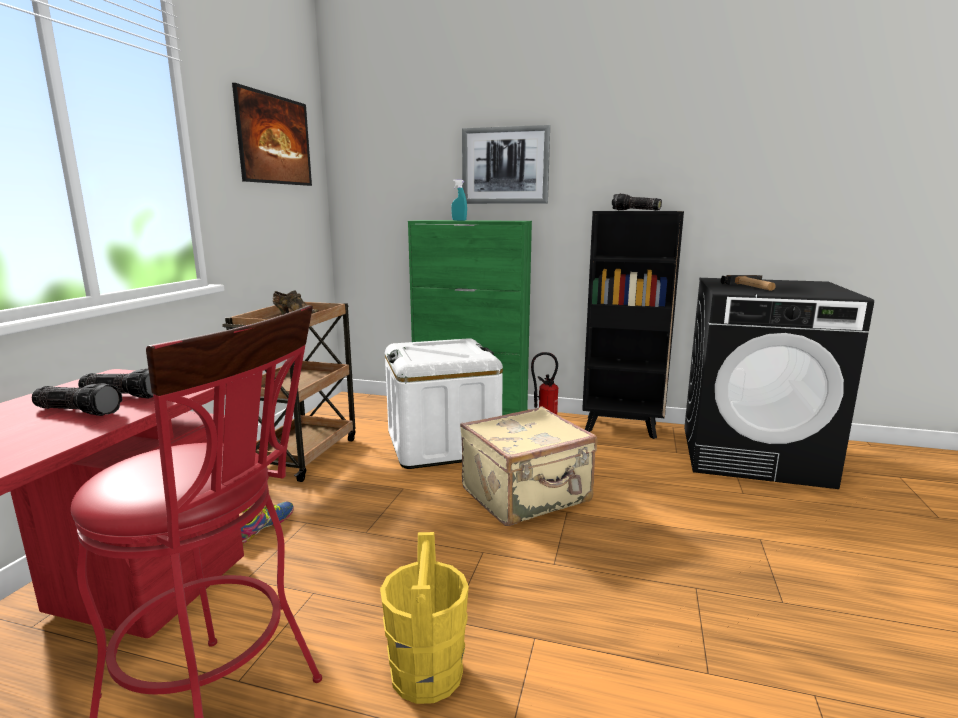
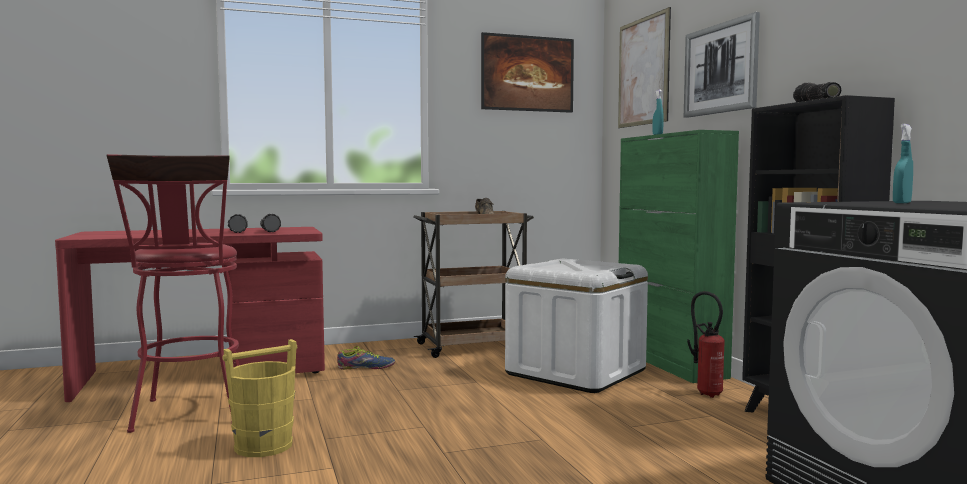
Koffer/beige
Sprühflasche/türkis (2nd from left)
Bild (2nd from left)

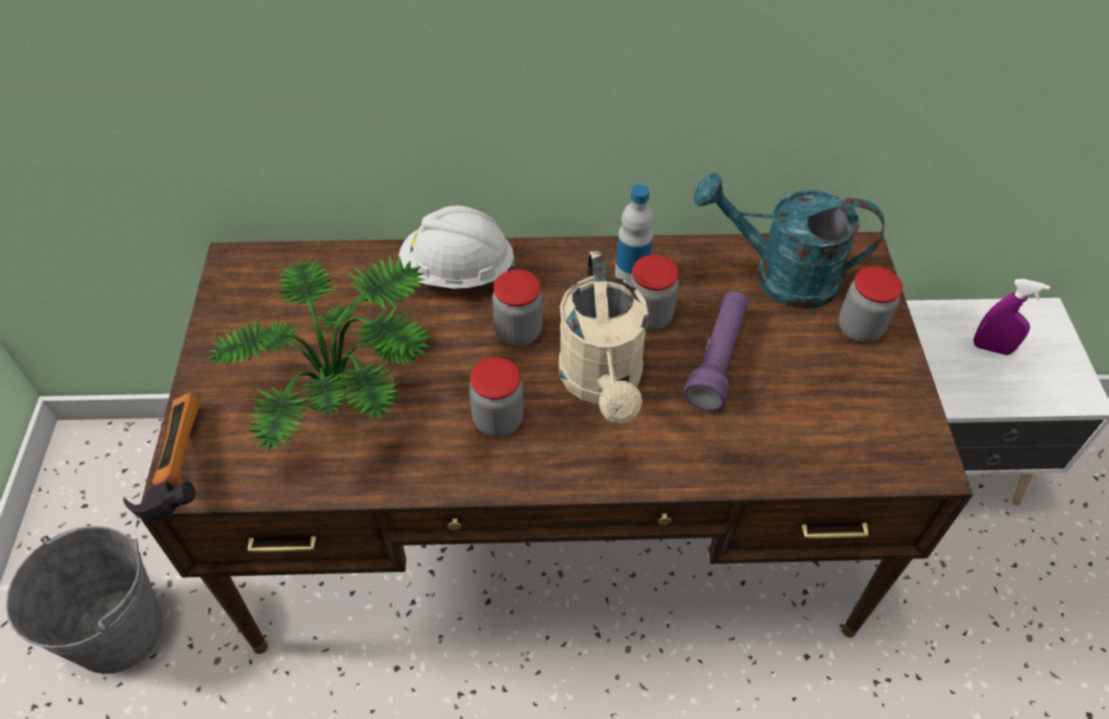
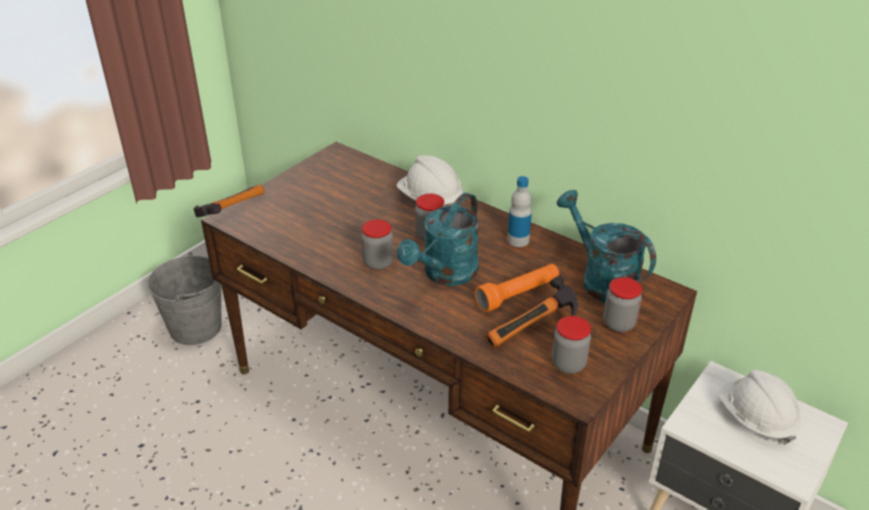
Topfpflanze
Gießkanne/türkis (1st from left)
Vorratsglas (3rd from left)
Taschenlampe/orange
Schutzhelm/weiß (2nd from left)
Hammer (2nd from left)

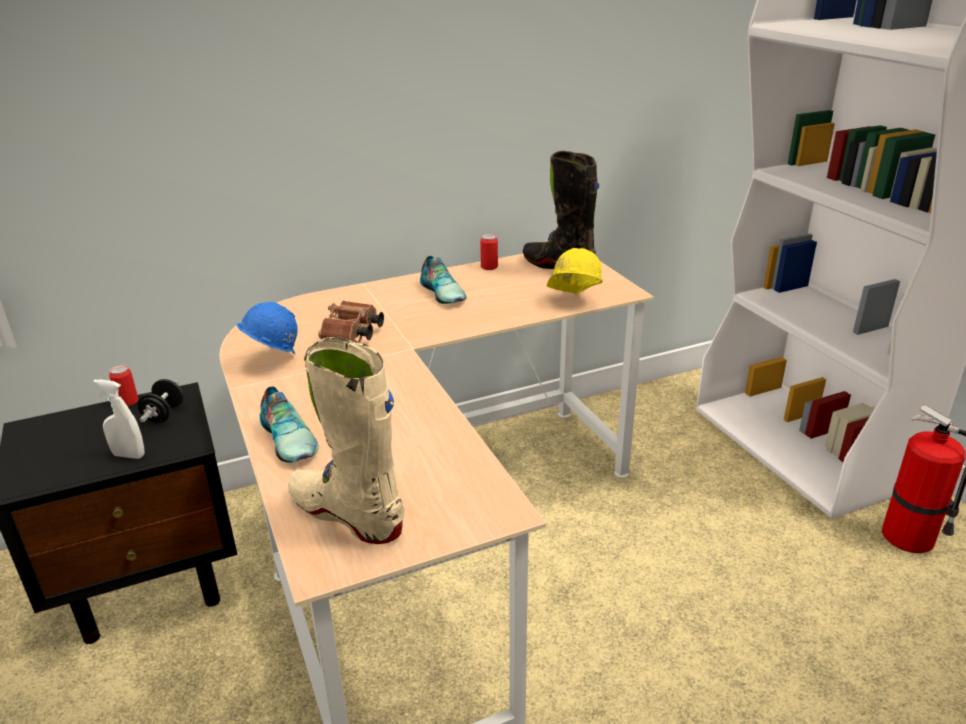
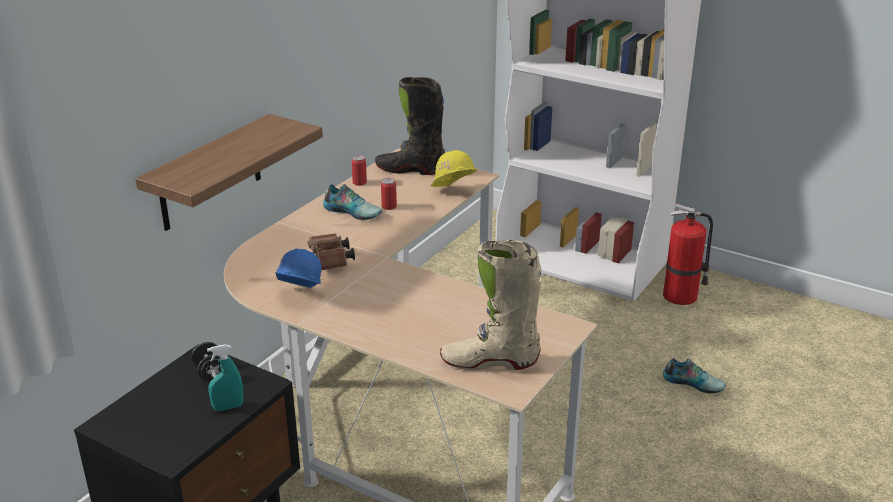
Sprühflasche/türkis
Dose (2nd from left)
Schuh (2nd from left)
Wandregal

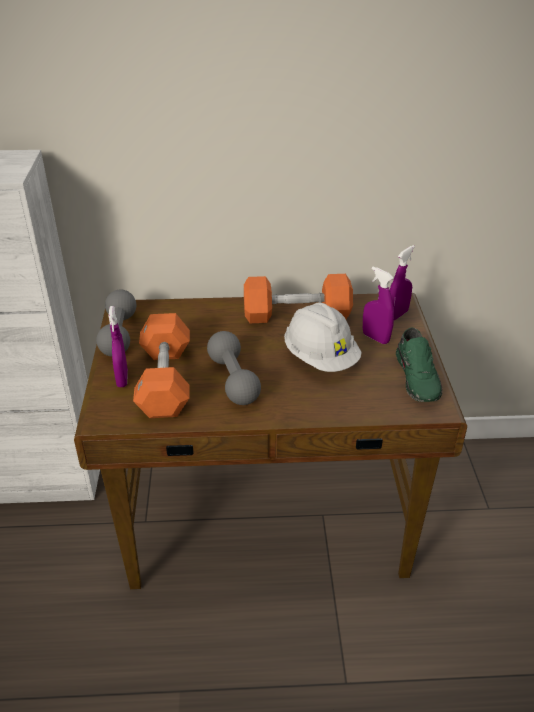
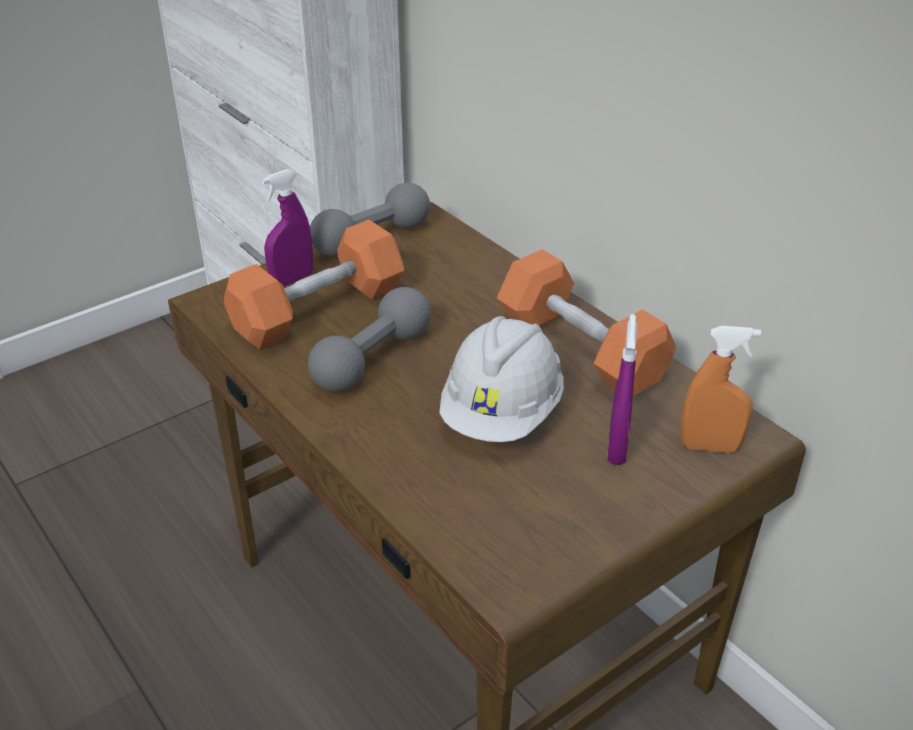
Sprühflasche/orange
Schuh/grün

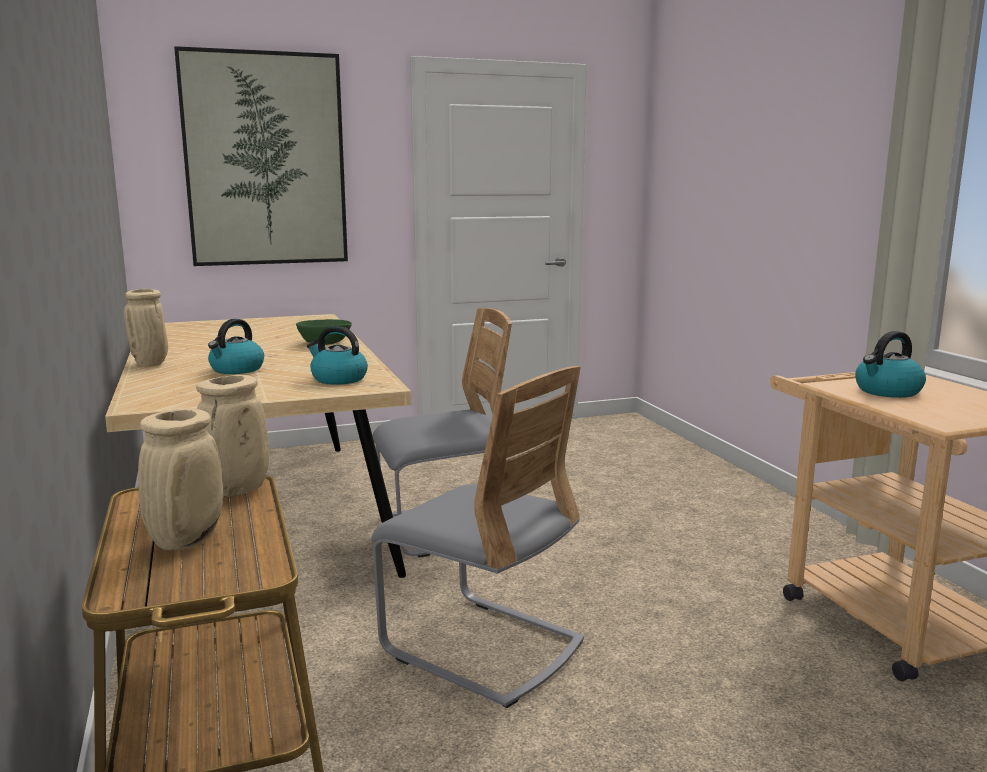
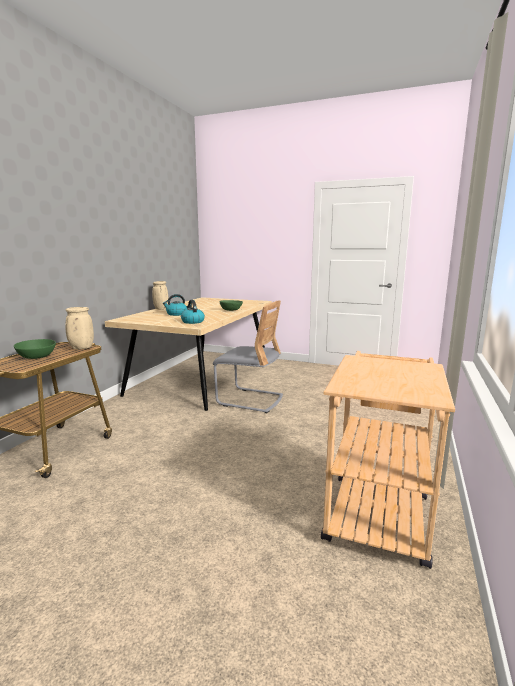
Schüssel/grün (1st from left)
Bild
Stuhl/grau (2nd from left in the first image)
Wasserkessel (3rd from left in the first image)

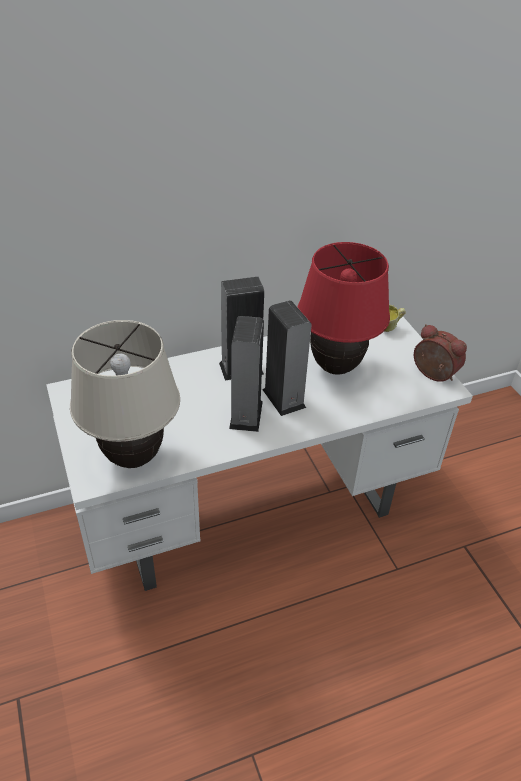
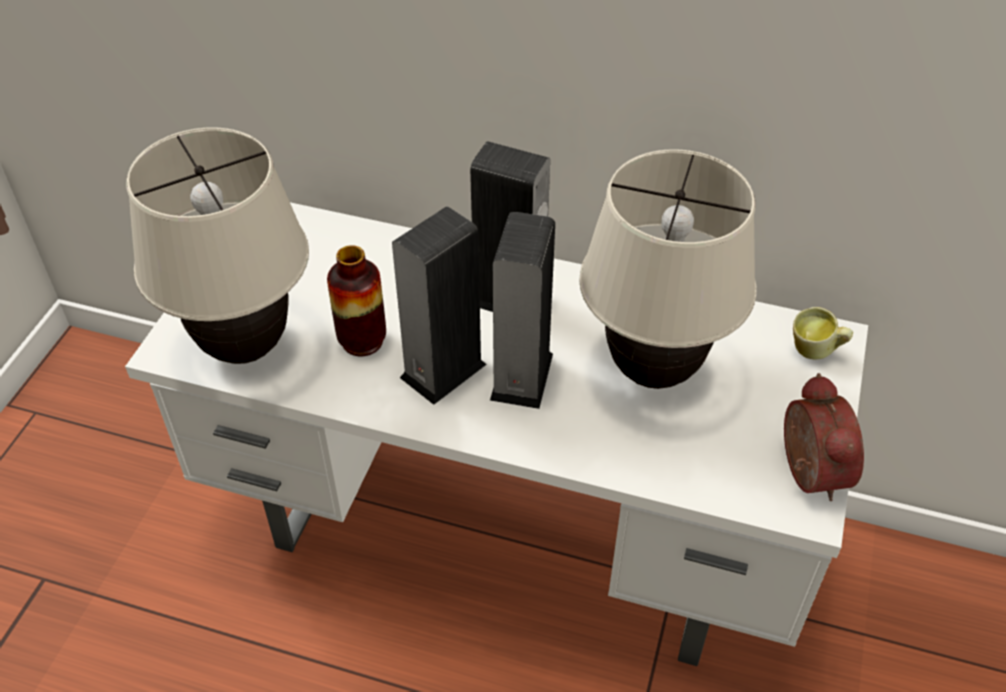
Tischlampe/beige (2nd from left)
Vase

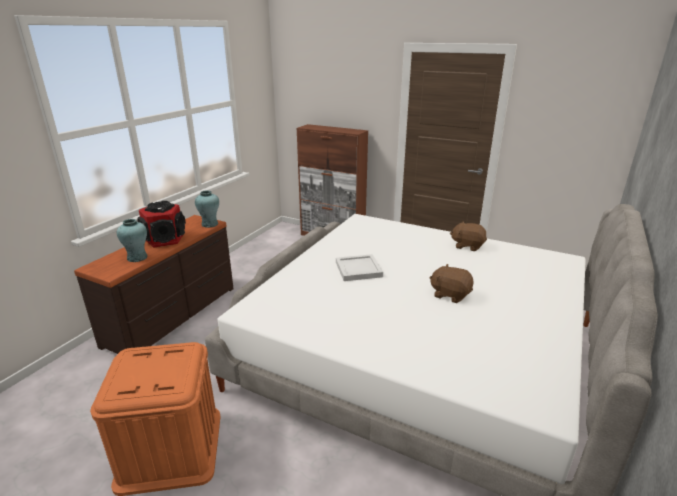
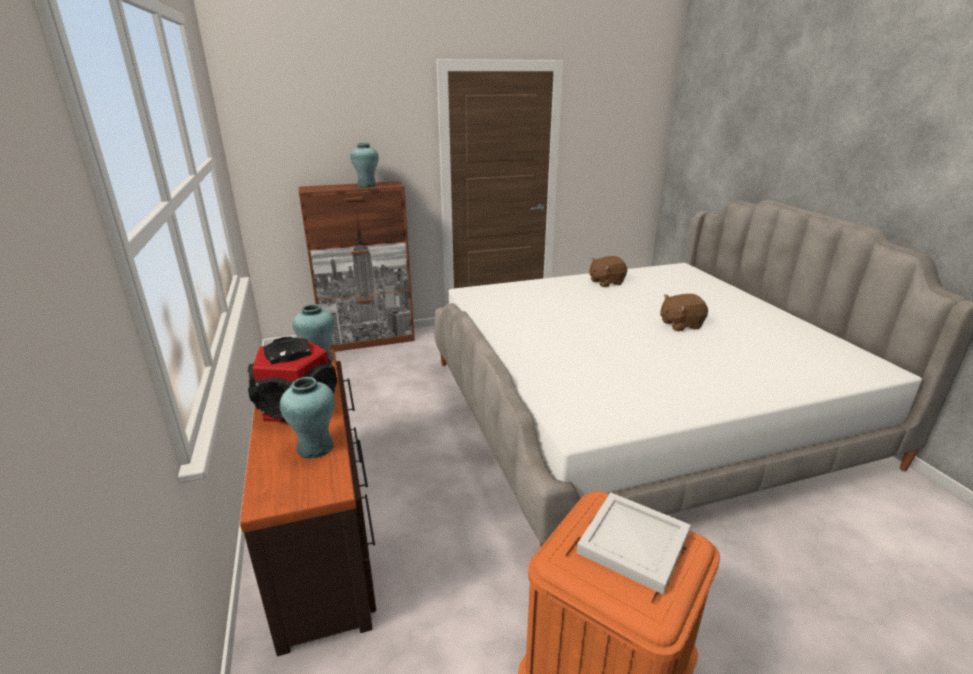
Tablett/weiß
Vase/türkis (3rd from left)

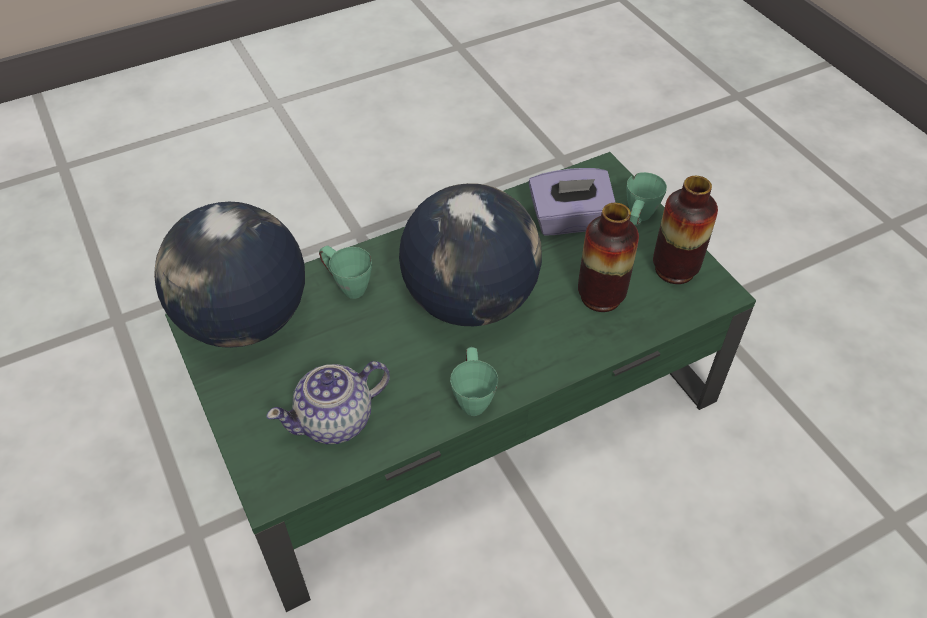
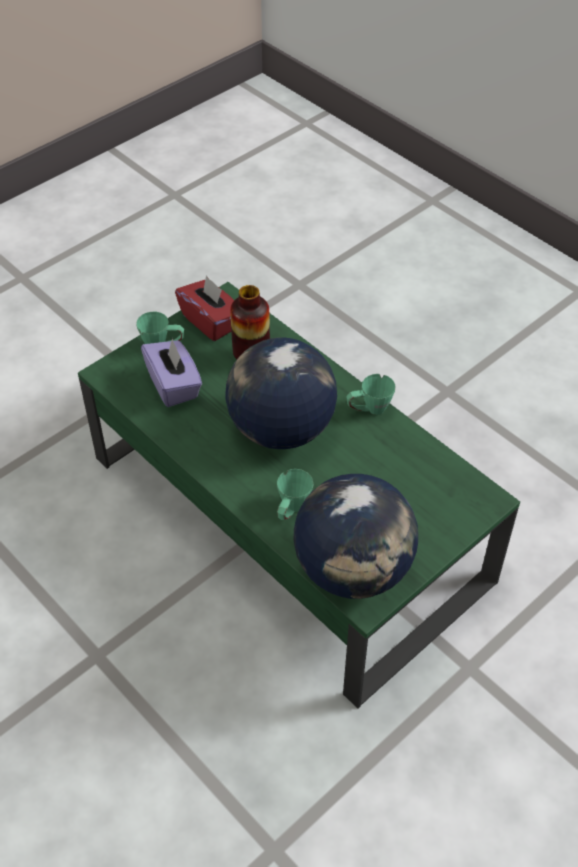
Teekanne
Taschentuchbox/rot

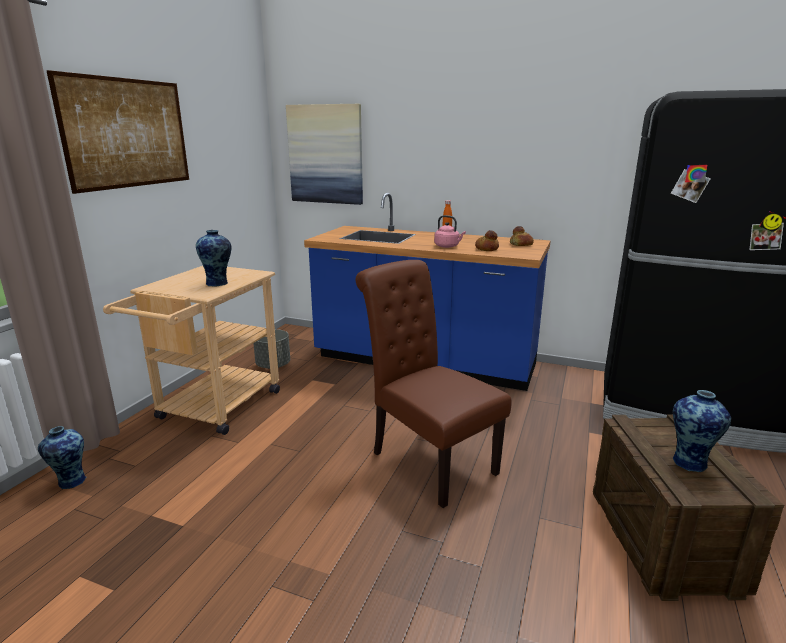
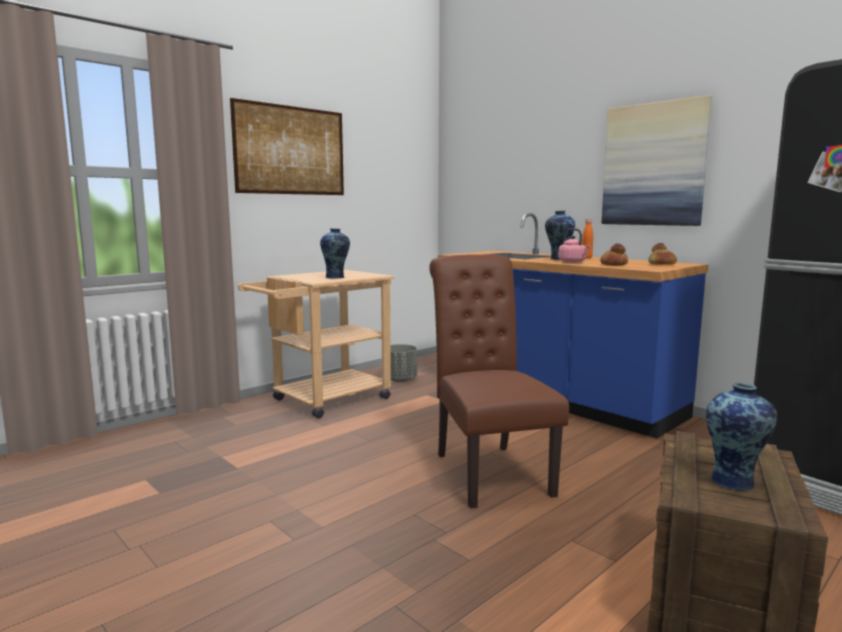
Vase (2nd from left)
Bild (2nd from left)

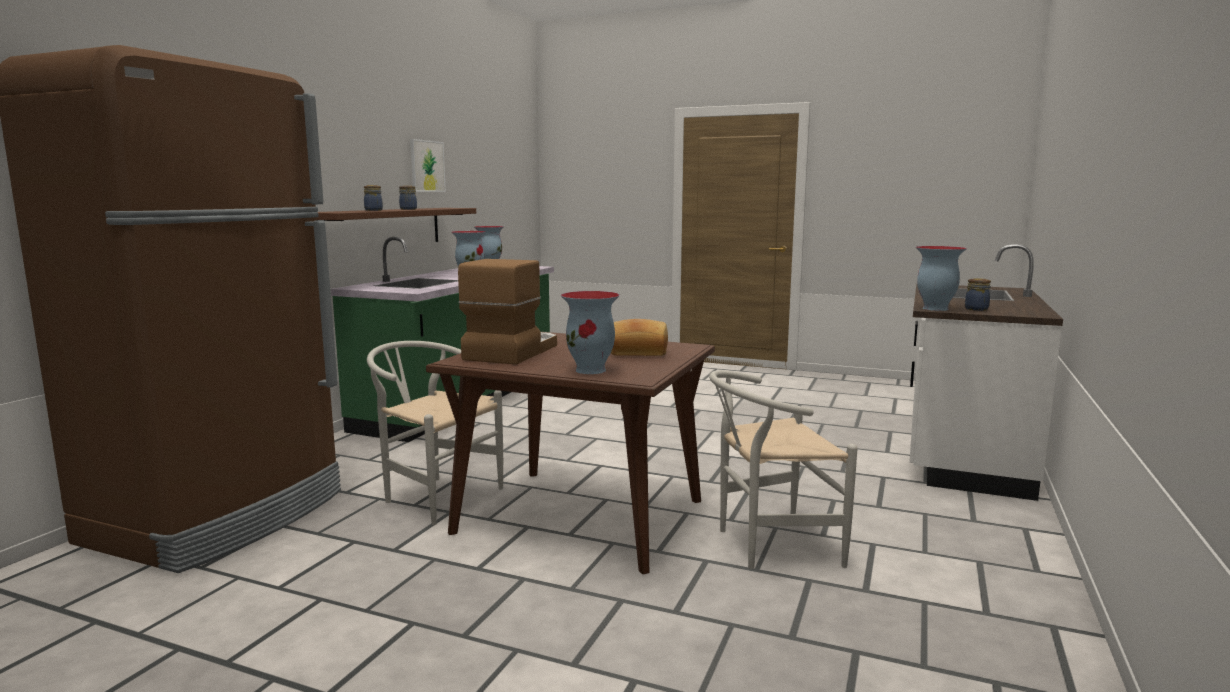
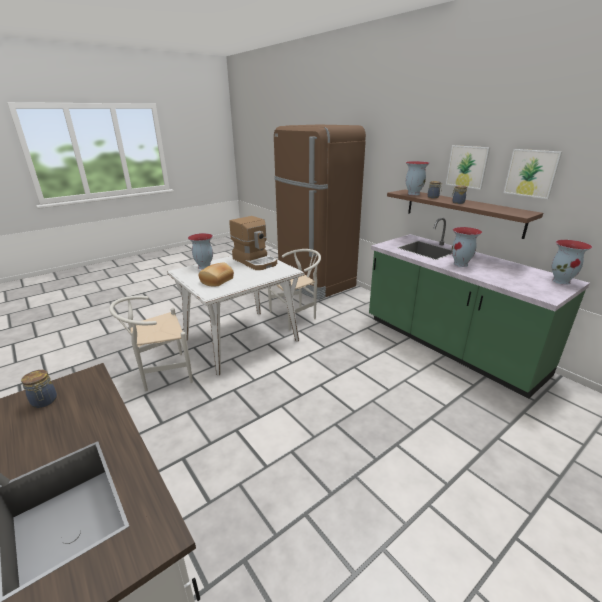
Esstisch/weiß
Stuhl/weiß (1st from left)
Vase (2nd from left)
Bild (1st from left)

